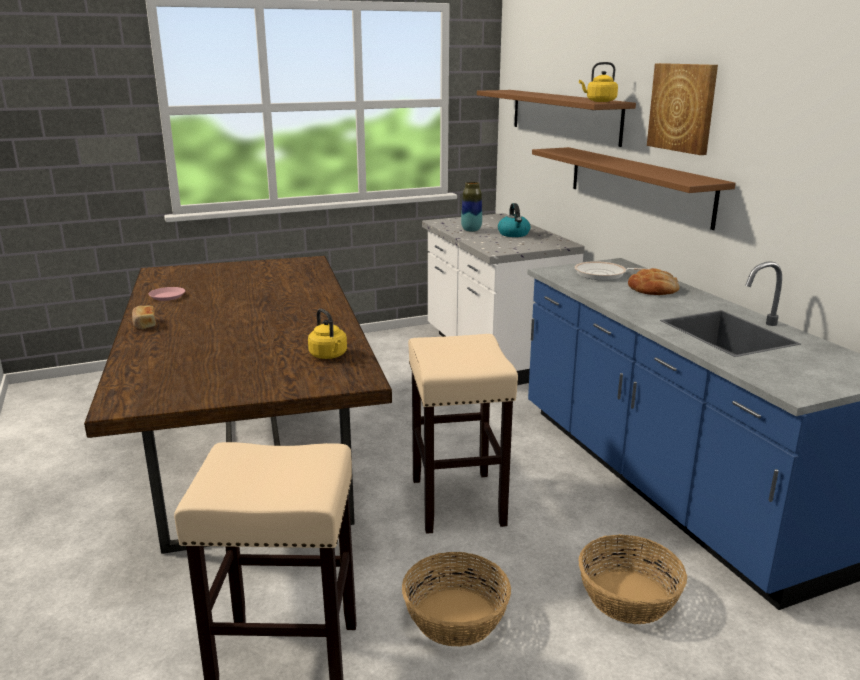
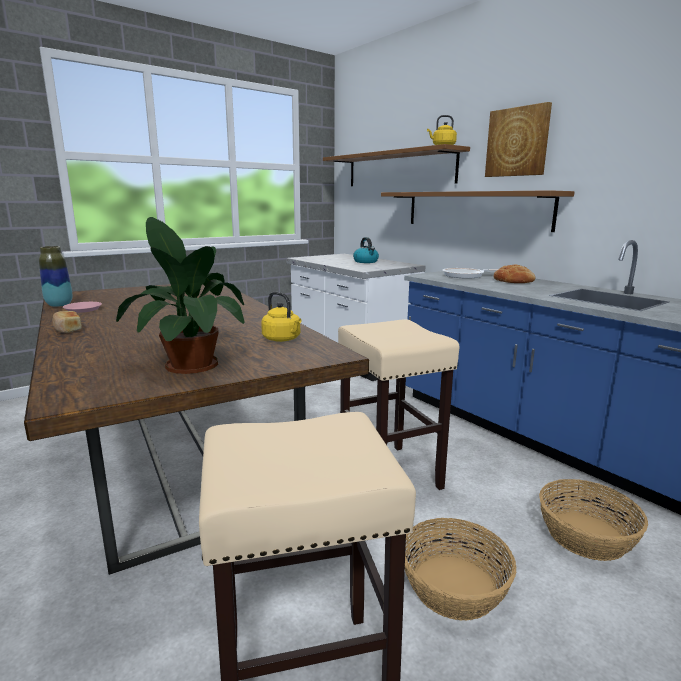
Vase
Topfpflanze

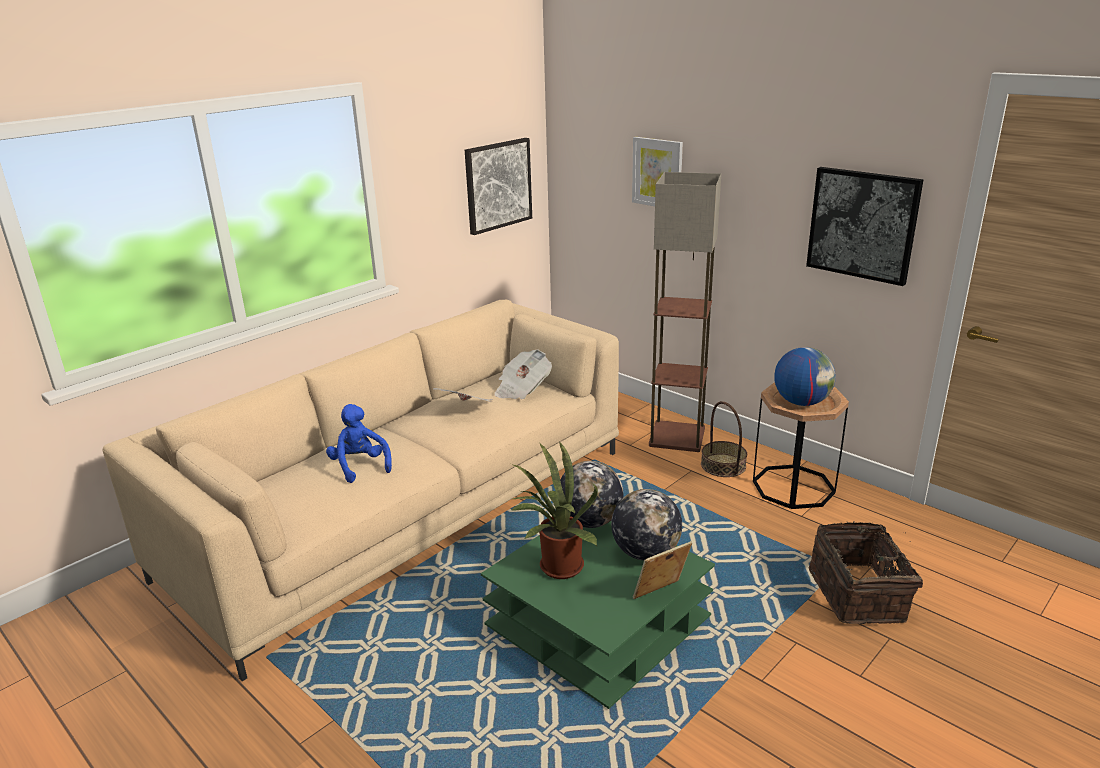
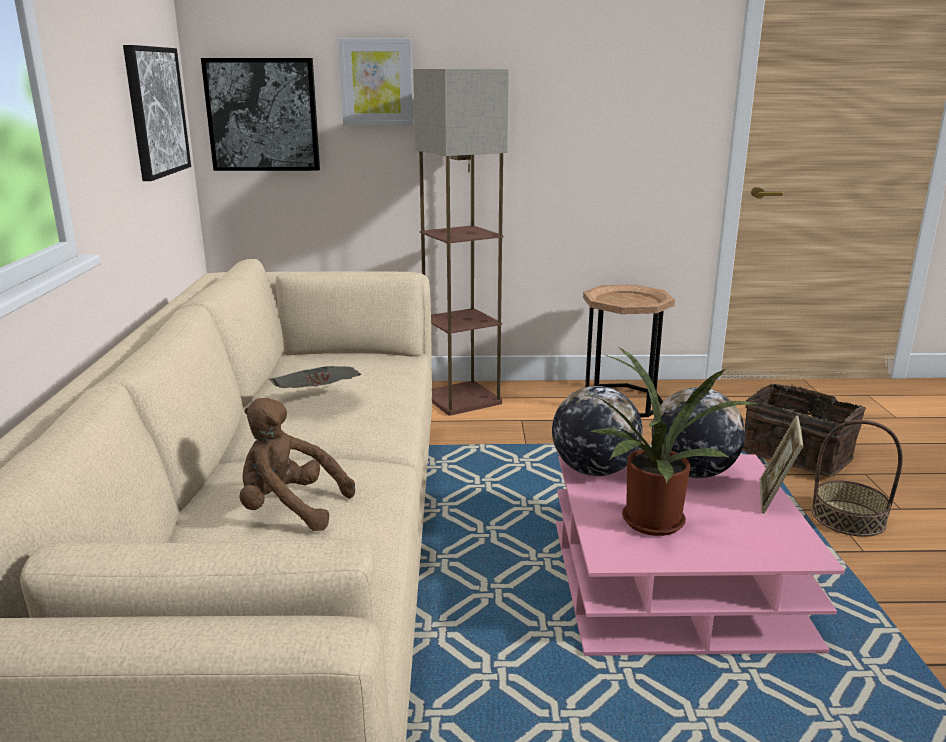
Plüschtier/braun
Couchtisch/rosa
Zeitung (2nd from left in the first image)
Korb (2nd from left)
Globus (3rd from left in the first image)
Bild (2nd from left)

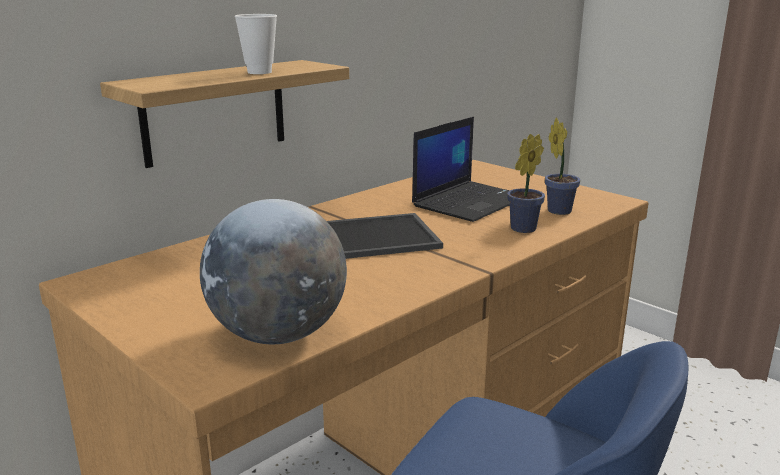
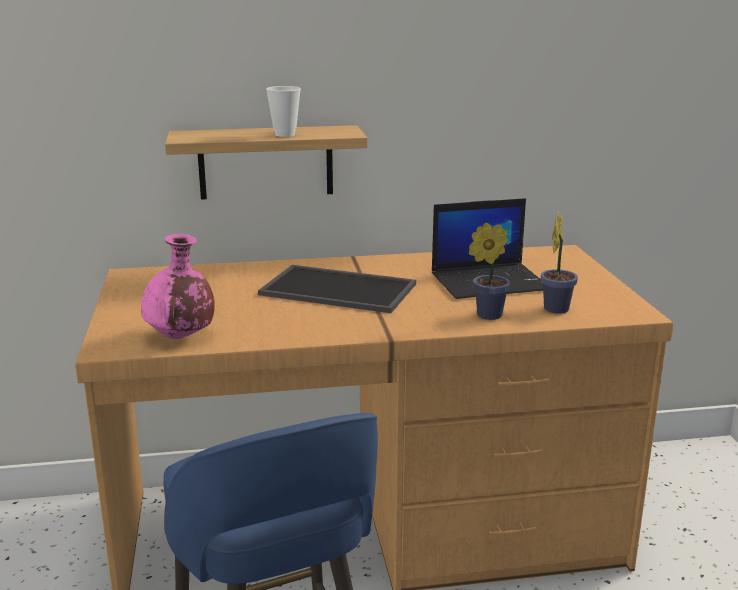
Vase/rosa

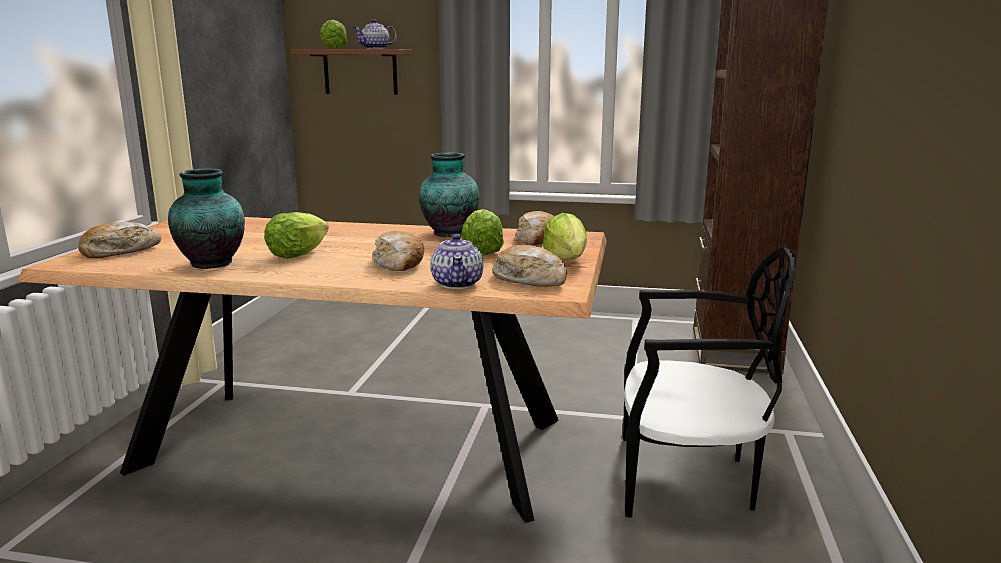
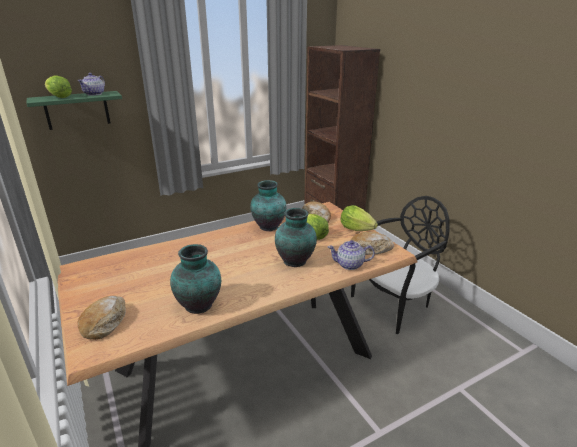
Salatkopf (1st from left in the first image)
Wandregal/grün
Vase (3rd from left)
Teekanne (2nd from left)

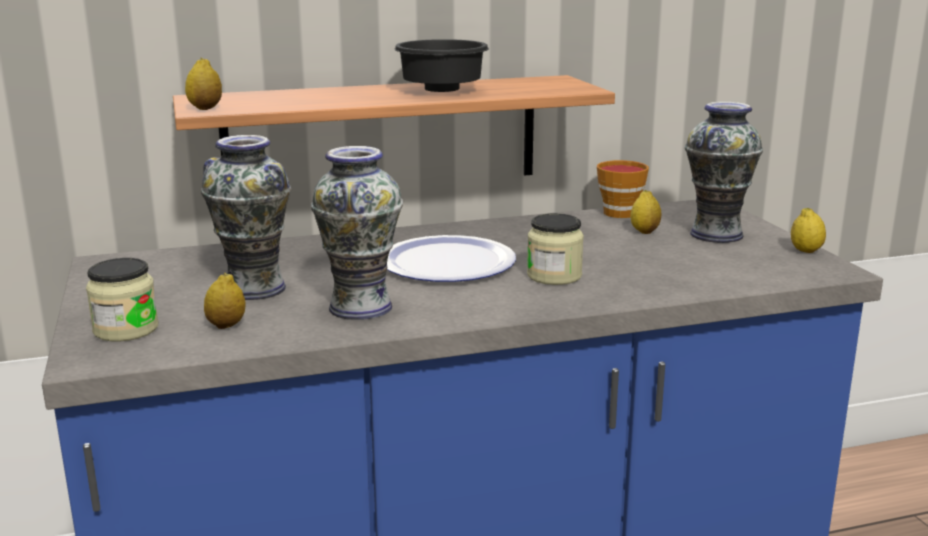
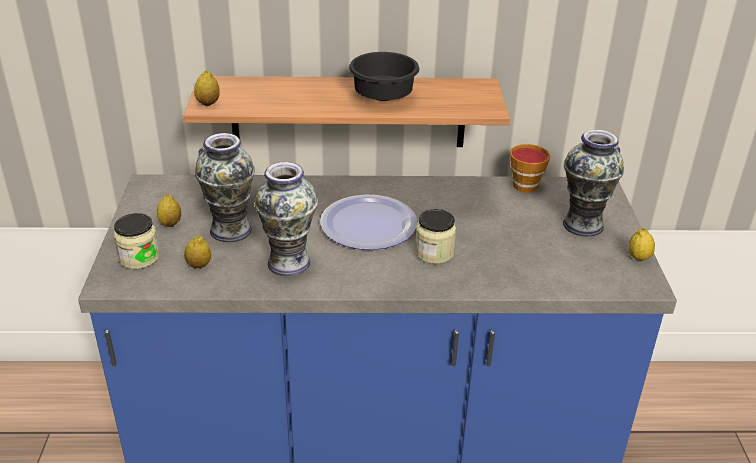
Zitrone (1st from left)

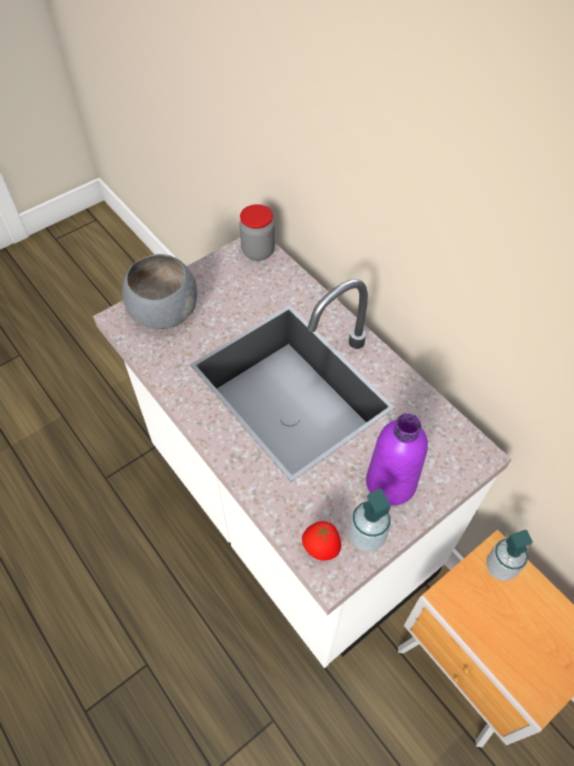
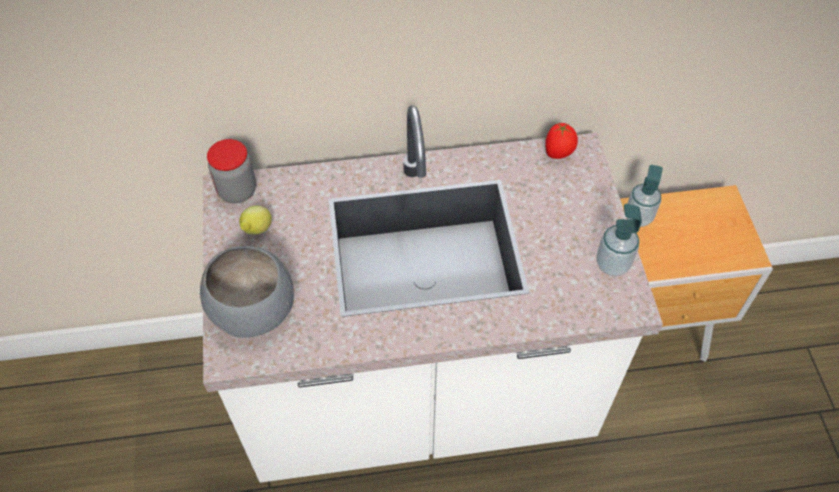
Tomate
Flasche/lila
Zitrone

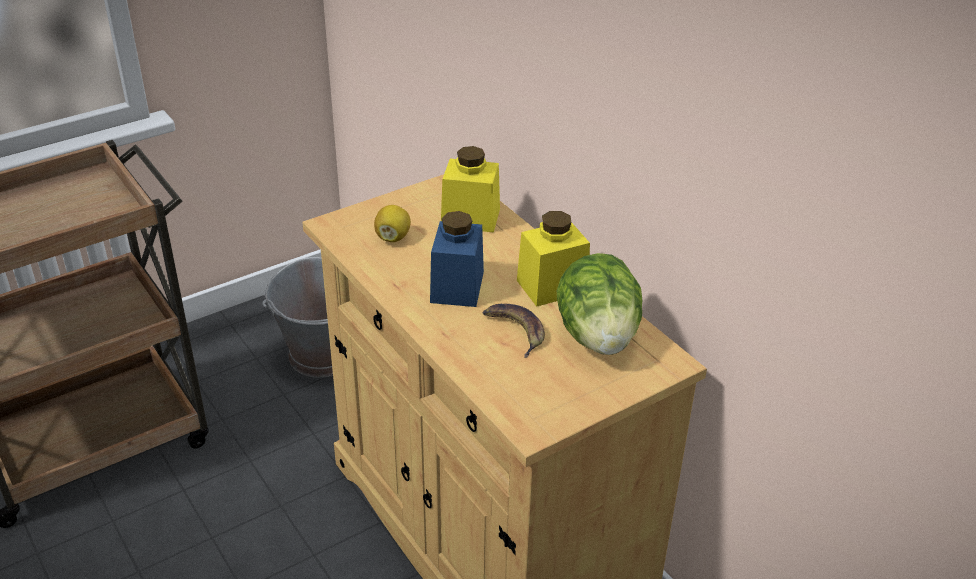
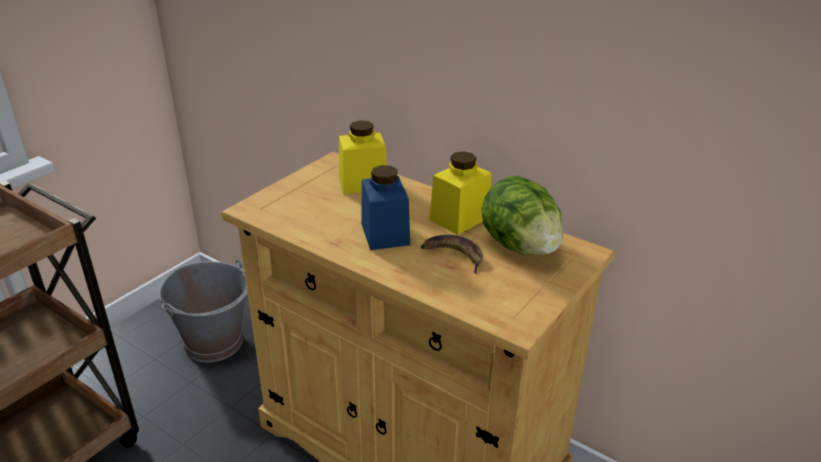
Zitrone

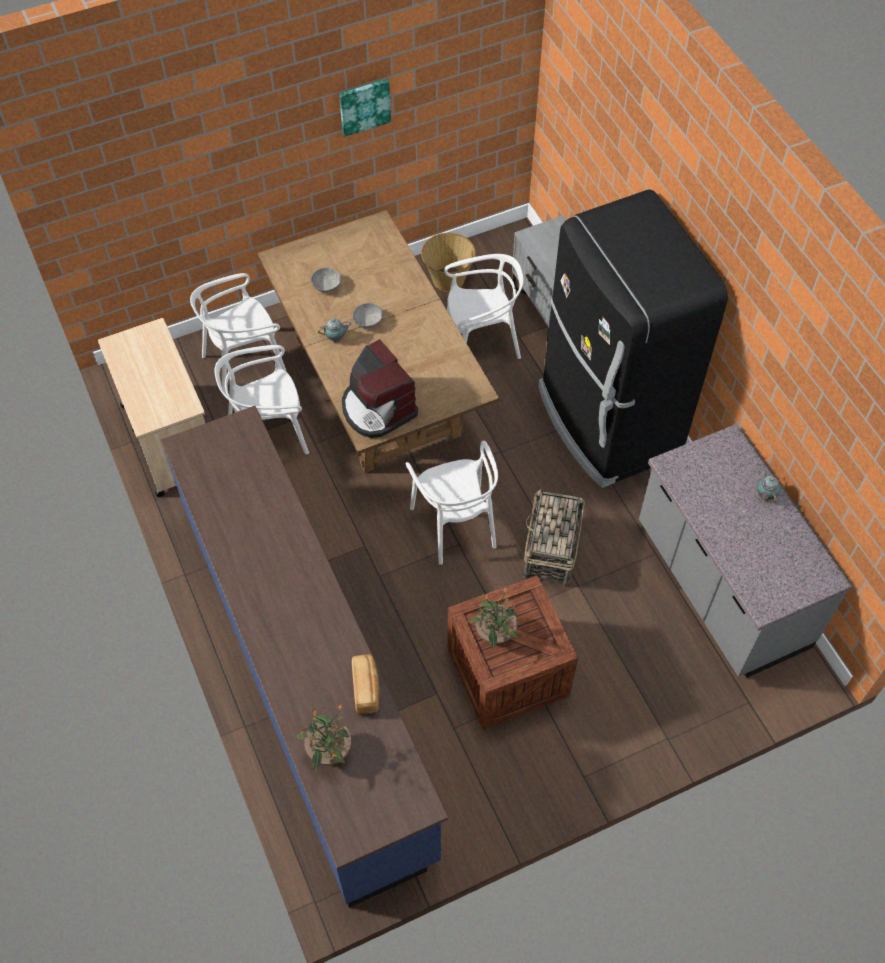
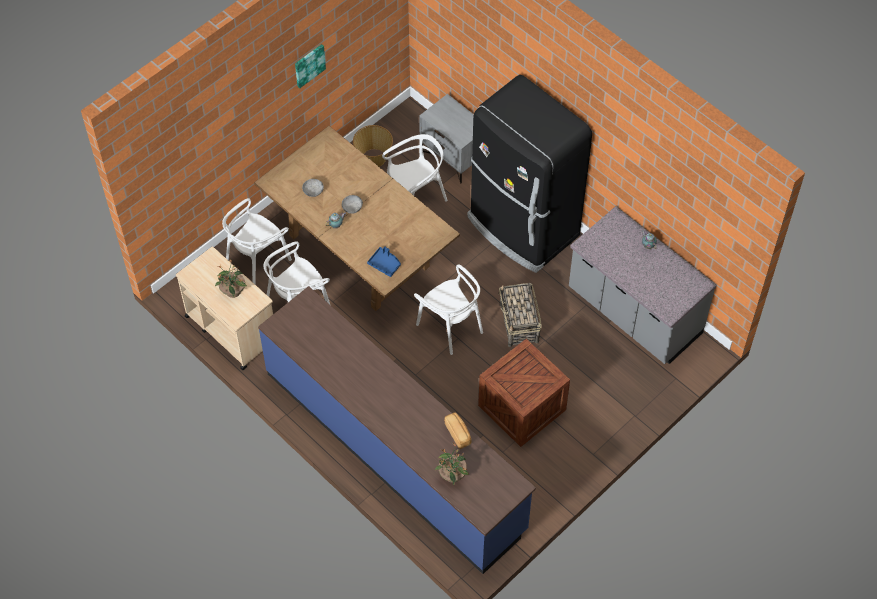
Tablett/blau
Topfpflanze (1st from left)

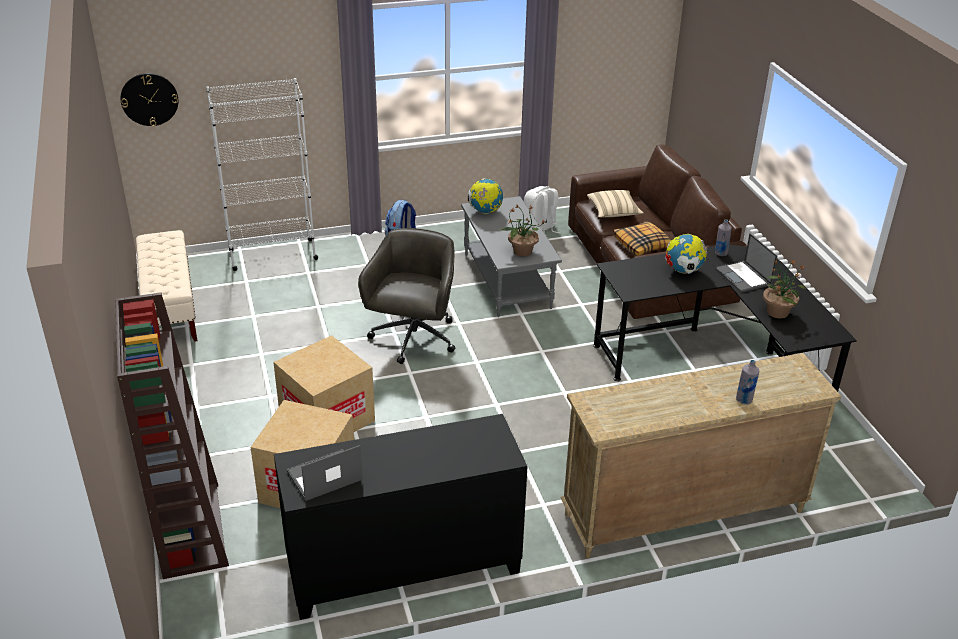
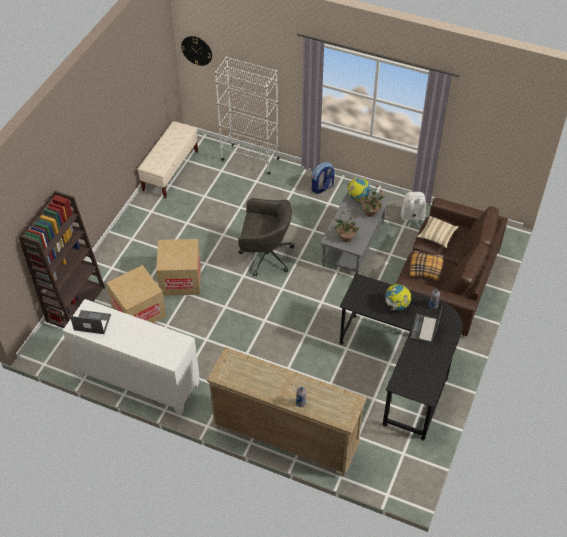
Schrank/weiß
Bürostuhl/grau
Topfpflanze (2nd from left)

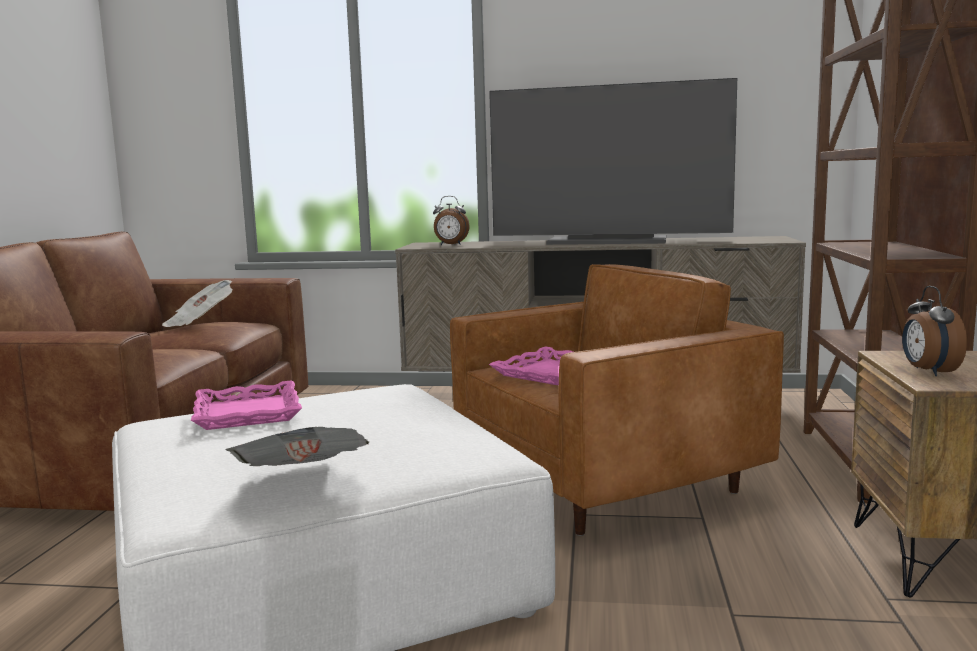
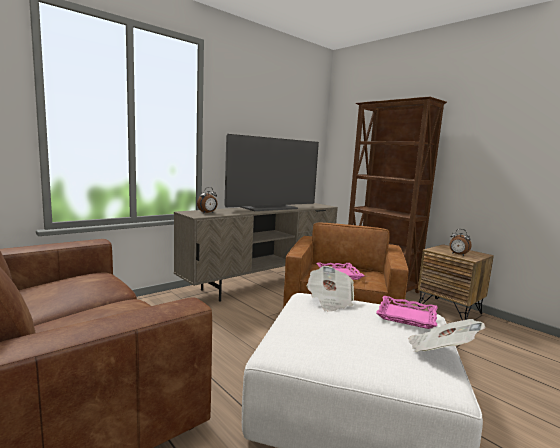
Zeitung (1st from left)
Tablett/rosa (2nd from left)

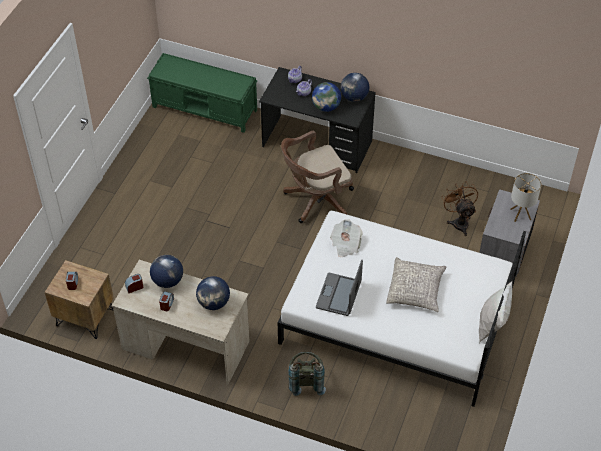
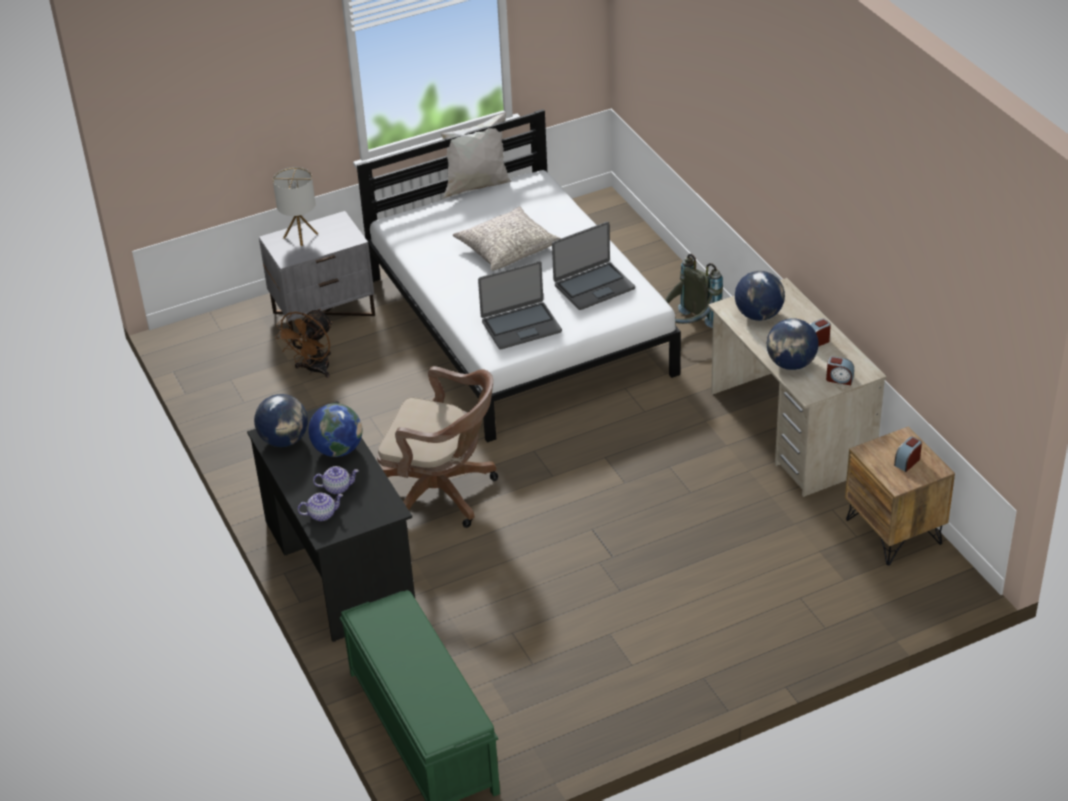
Laptop (1st from left)

